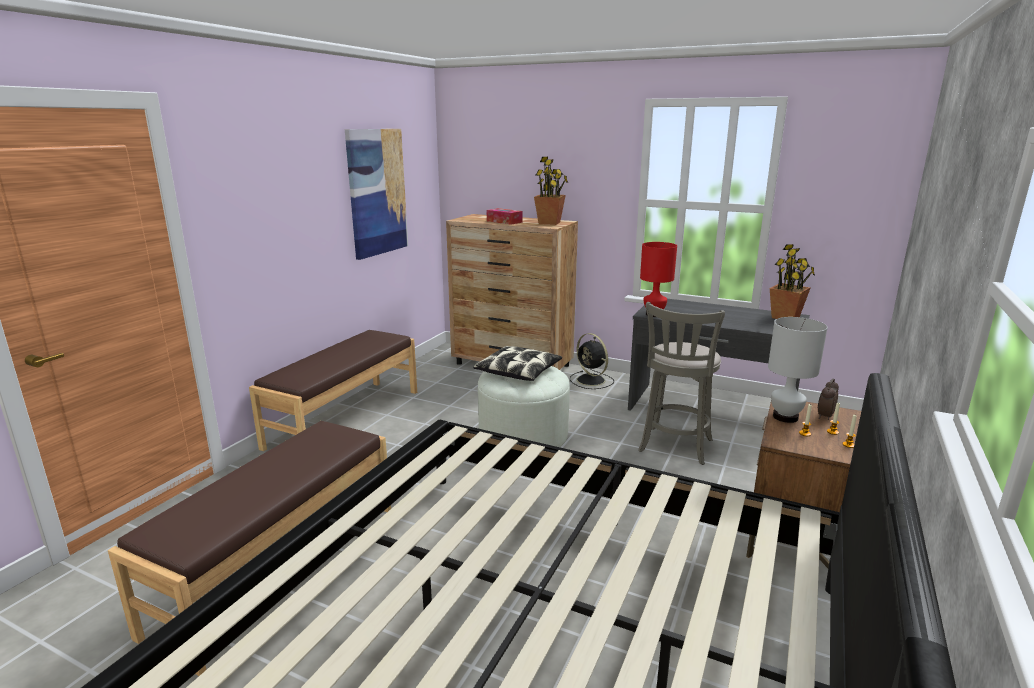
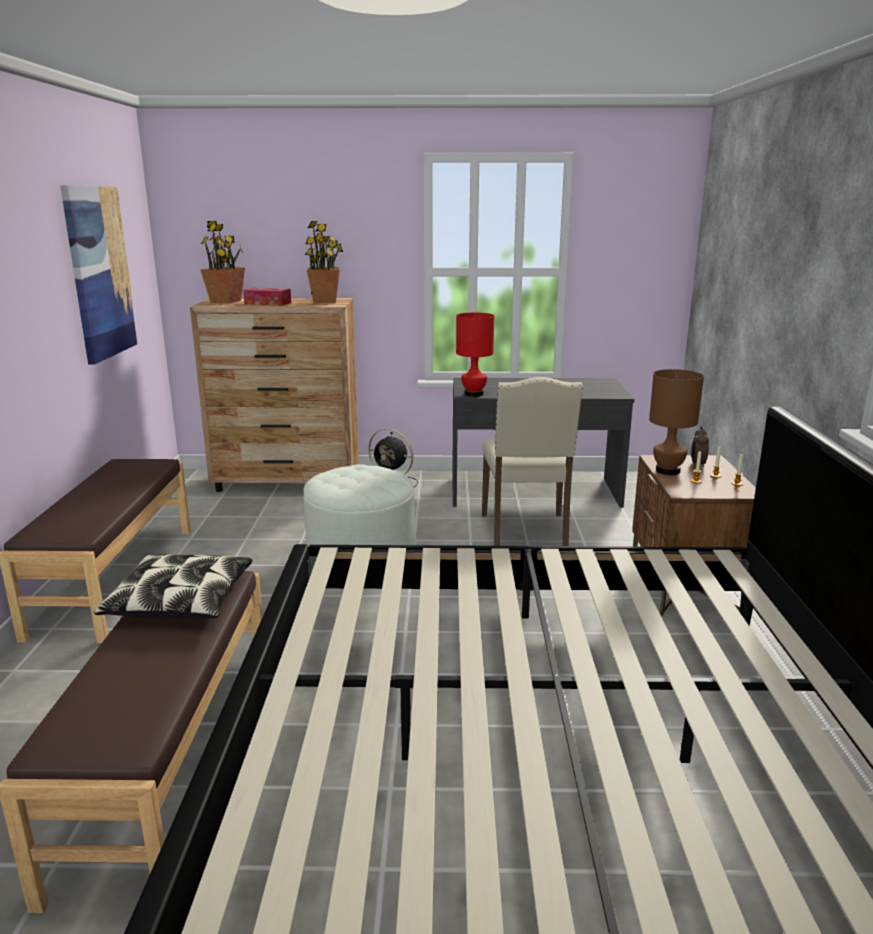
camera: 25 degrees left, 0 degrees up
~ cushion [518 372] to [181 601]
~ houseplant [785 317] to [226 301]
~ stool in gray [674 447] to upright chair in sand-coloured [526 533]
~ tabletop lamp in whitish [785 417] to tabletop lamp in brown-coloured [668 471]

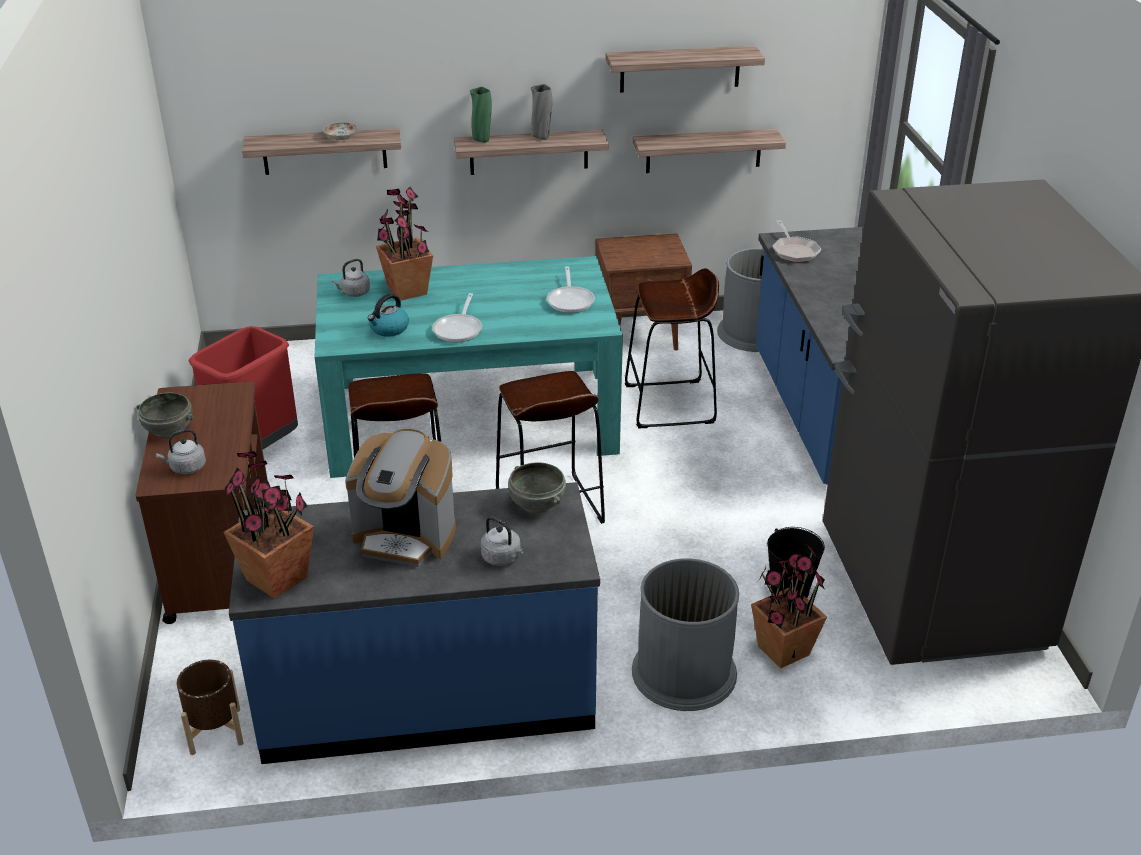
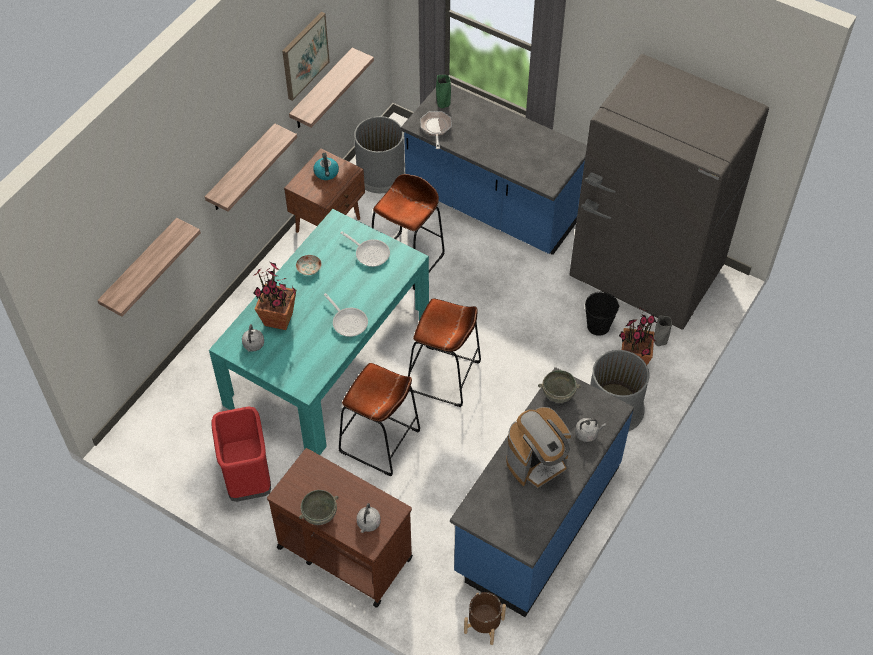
camera: 50 degrees left, 20 degrees up
~ bracket shelf [680 69] to wall art [304 55]
~ plate [341 137] to [309 268]
~ water kettle [389 329] to [326 173]
~ skillet [794 251] = [436 128] 120 degrees counterclockwise
~ flower vase in green-coloured [482 140] to [443 105]
~ flower vase in gray [541 137] to [659 342]
- houseplant [277 578]

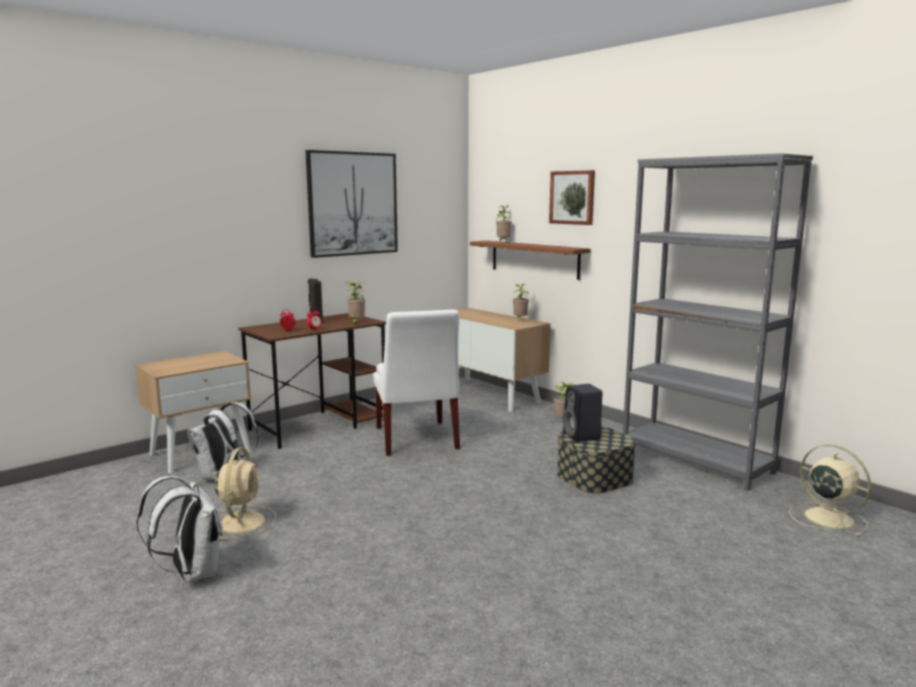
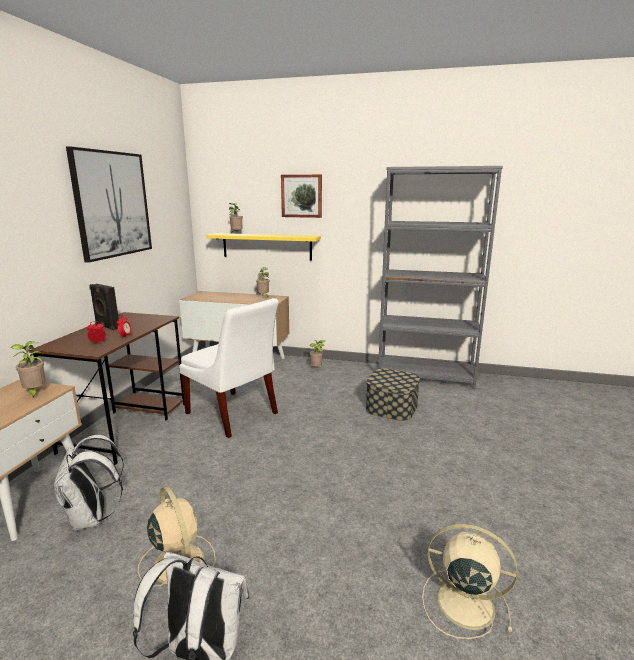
camera: 35 degrees left, 5 degrees up
~ houseplant [356 323] to [35 393]
~ bracket shelf in brown-coloured [534 259] to bracket shelf in yellow-coloured [266 246]
~ cooling fan in sand-coloured [826 517] to [462 603]
- audio speaker in black-coloured [582 436]

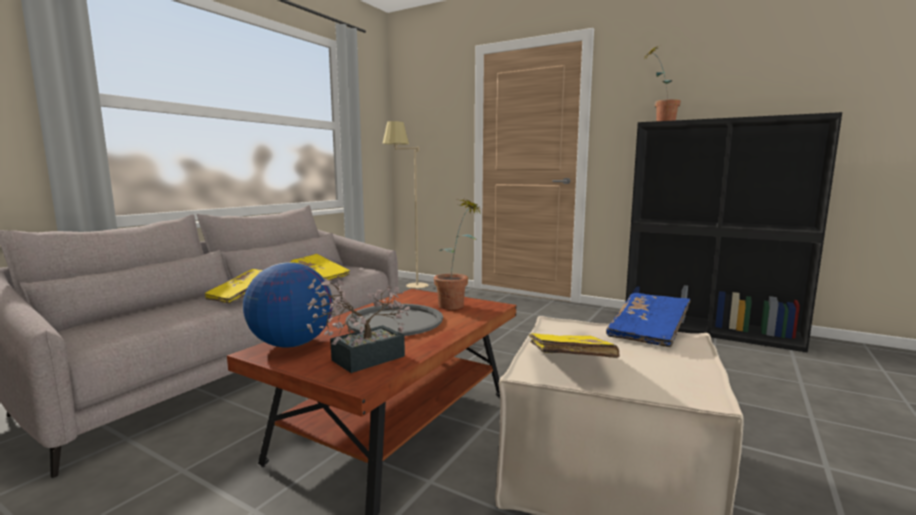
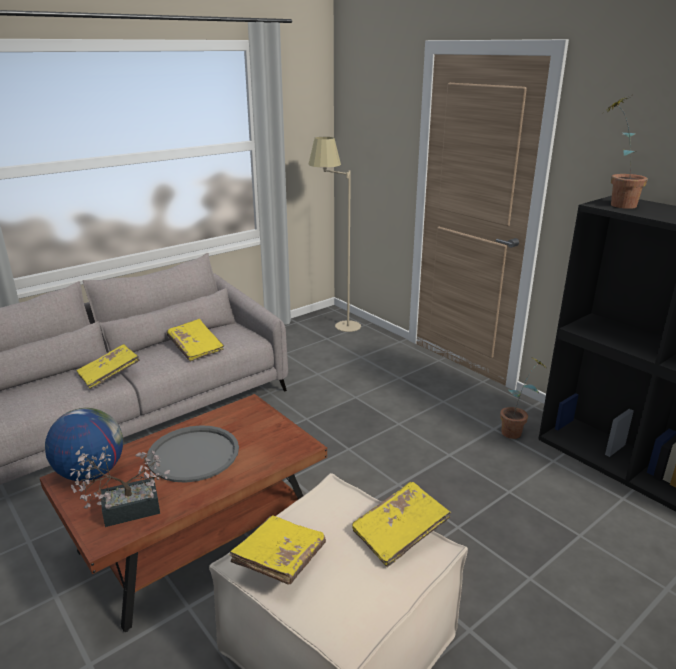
camera: 20 degrees right, 15 degrees up
~ book in bluish [648 332] to book in yellow-coloured [399 533]
~ houseplant [457 304] to [516 431]

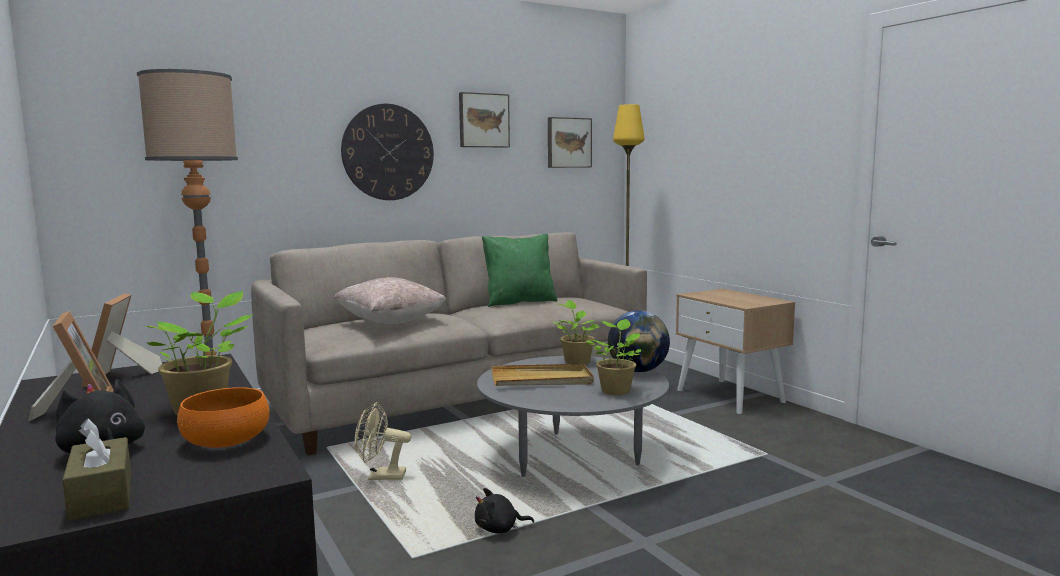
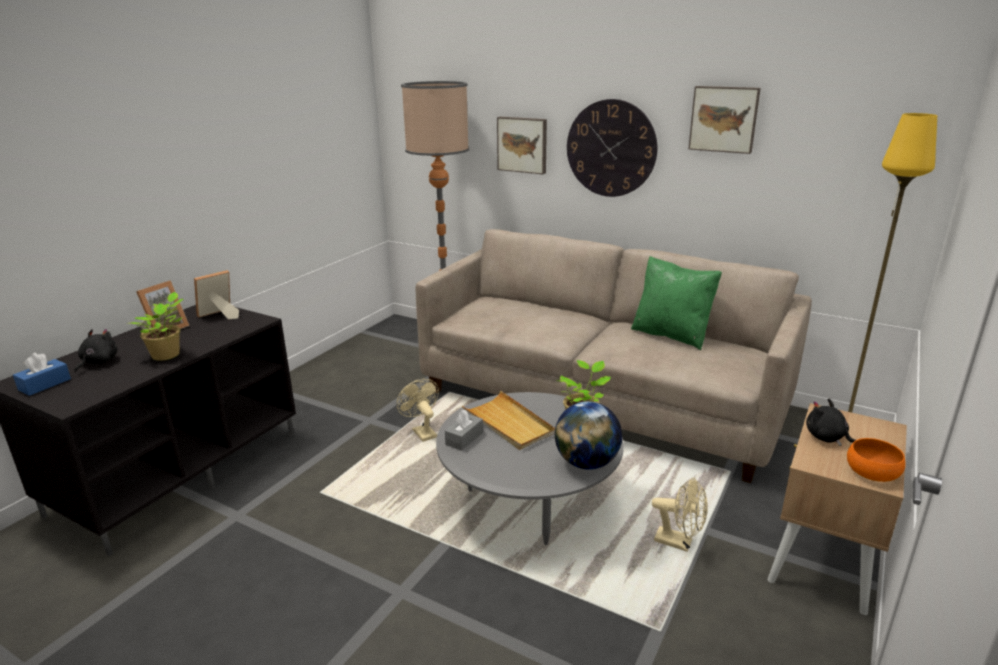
camera: 60 degrees right, 15 degrees up
~ tissue holder in brown-coloured [101 495] to tissue holder in bluish [45 384]
+ tissue holder in gray [464 438]
~ wall art [568 143] to [522 144]
+ cooling fan in sand-coloured [679 542]
~ cuddly toy in black-coloured [499 529] to [827 438]
~ bowl in orange [226 439] to [872 472]
- cushion in sand-coloured [390 322]
- houseplant [616 390]

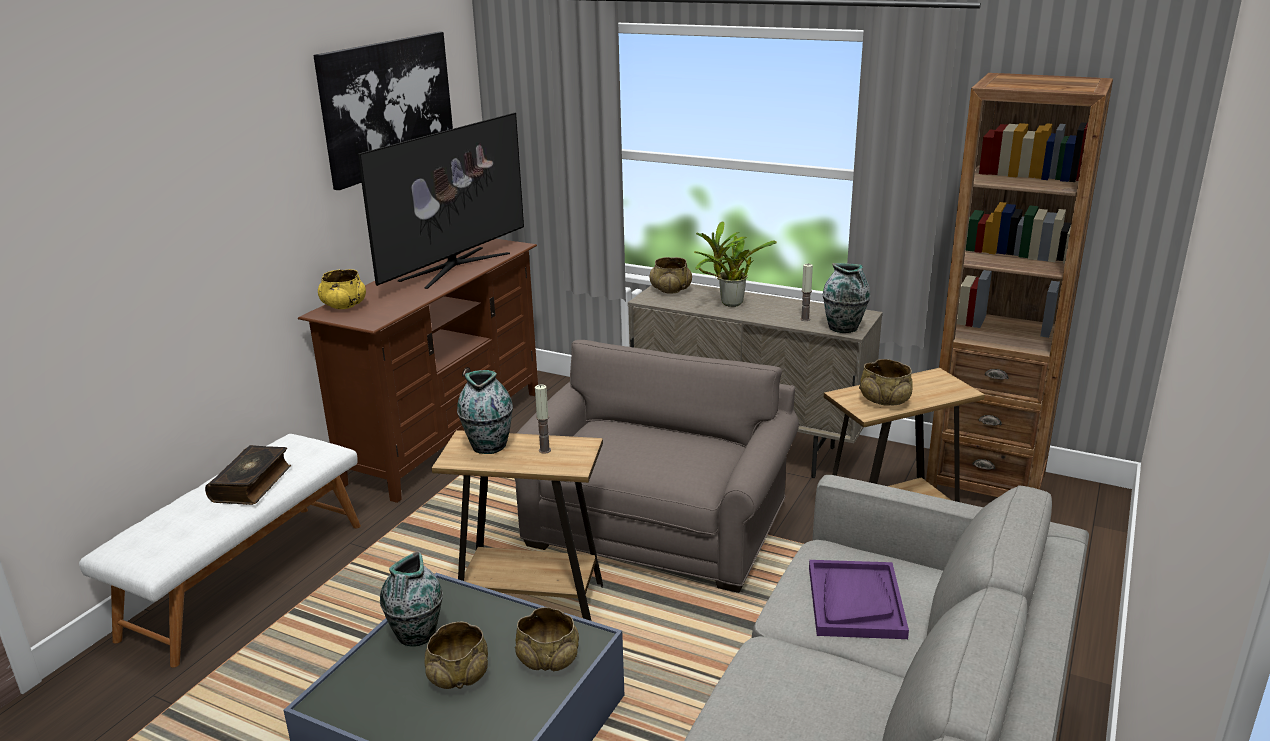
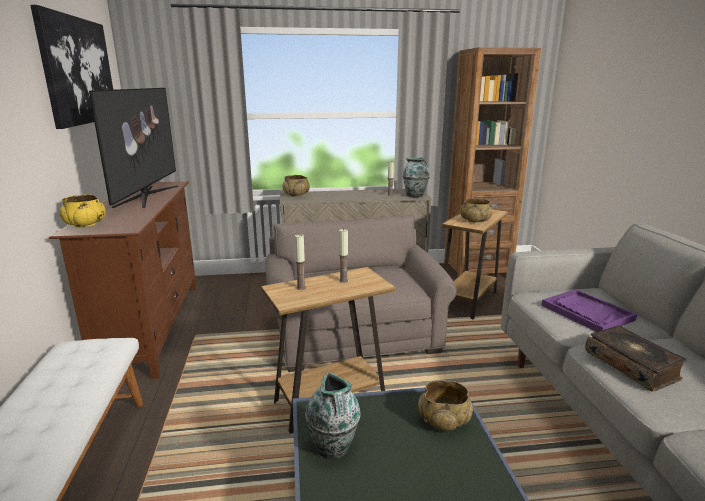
camera: 35 degrees left, 5 degrees down
~ flower vase [489 445] to wax candle [301 288]
~ book [252 484] to [632 365]
- bowl in sand-coloured [459 675]
- houseplant [728 304]

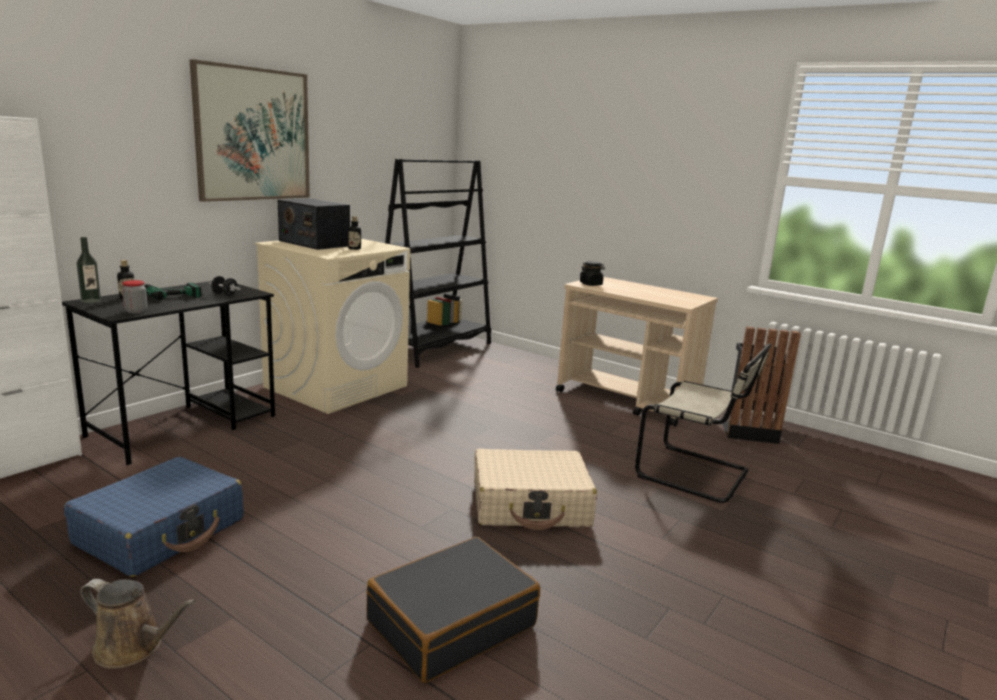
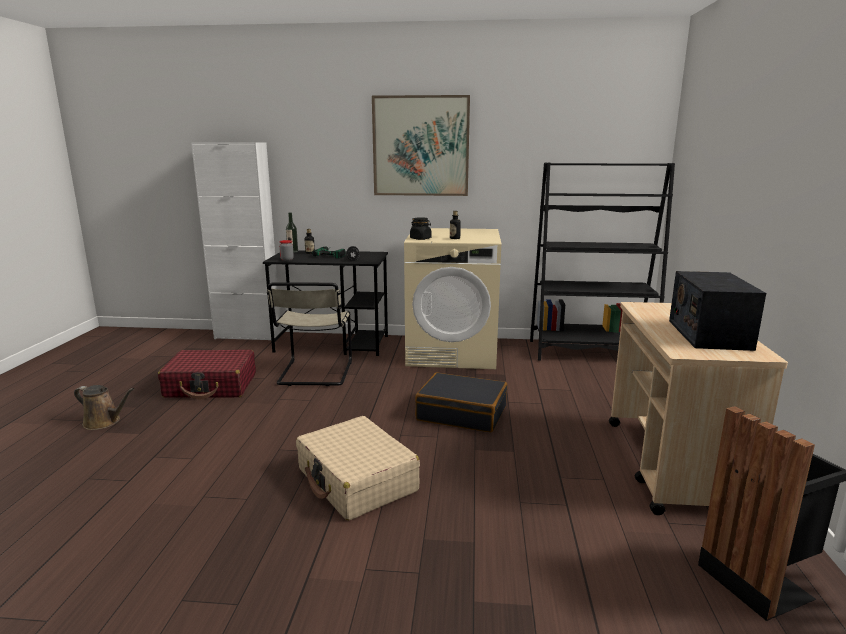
camera: 60 degrees right, 0 degrees up
~ sprinkling can in brown-coloured [133 647] = [104 422] 60 degrees counterclockwise
~ travel case in bluish [161 531] to travel case in red [211 386]
~ upright chair in sand-coloured [697 475] to [315 374]
~ storage jar in black-coloured [591 284] to [420 238]
~ travel case in black-coloured [451 623] to [462 413]
~ radio [314 243] to [708 334]

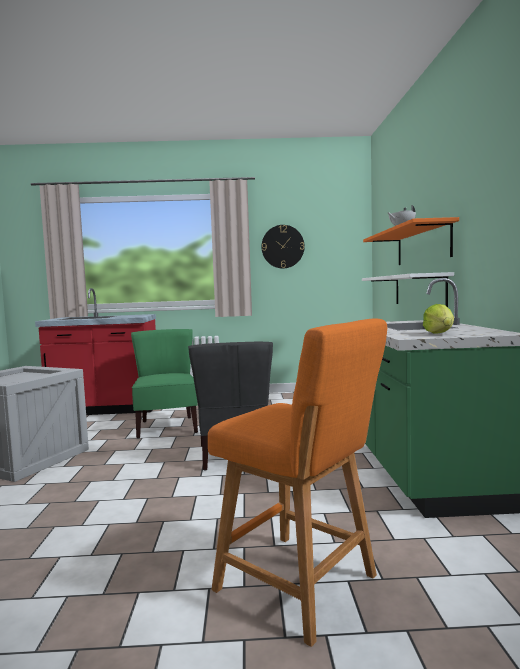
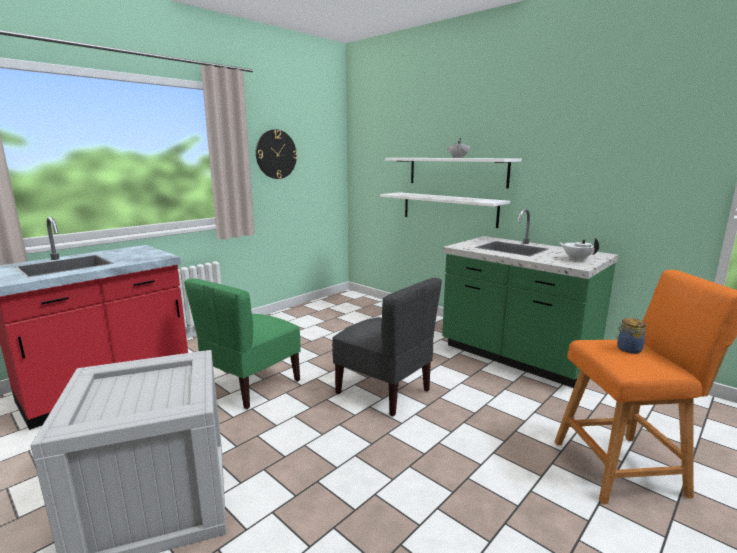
camera: 45 degrees left, 10 degrees up
~ upright chair in green-coloured [167 427] = [251 385] 90 degrees counterclockwise
~ bracket shelf in orange [422 245] to bracket shelf in whitish [456 171]
~ lettuce head [440 334] to pot for tea in whitish [576 259]
+ storage jar [628 349]

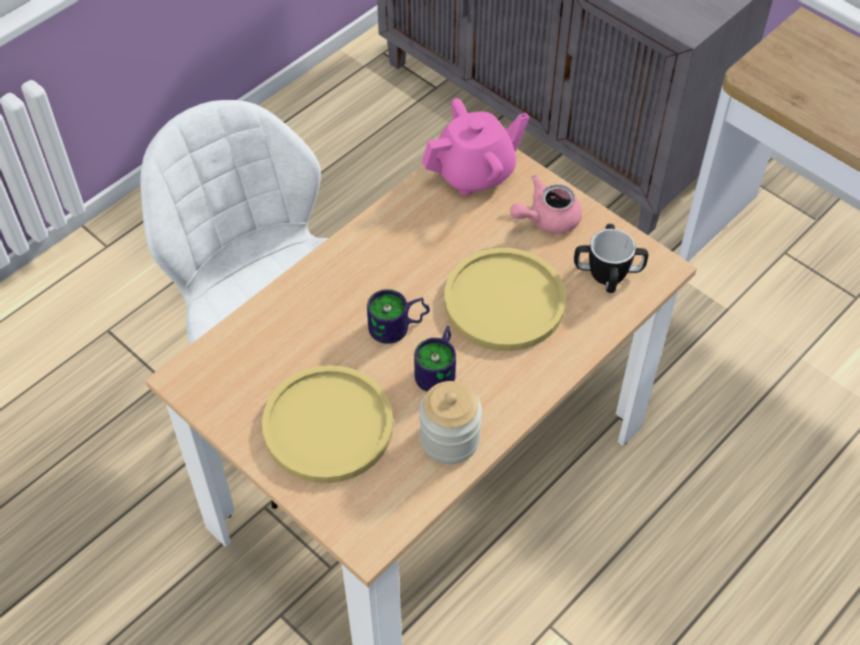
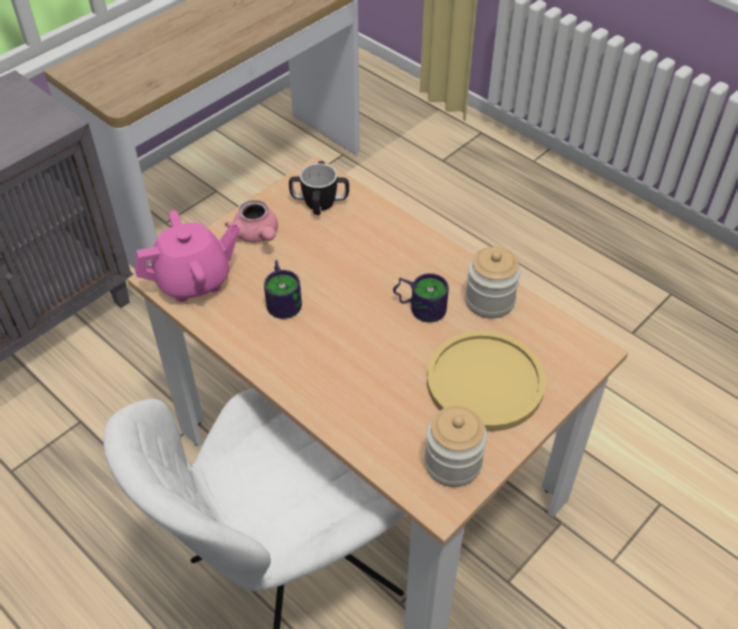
camera: 90 degrees left, 5 degrees down
~ pot for tea in pinkish [475 173] = [194 280] 90 degrees clockwise
~ mug [399 328] to [284 299]
+ storage jar [452 463]
- plate in yellow-coloured [504 301]

